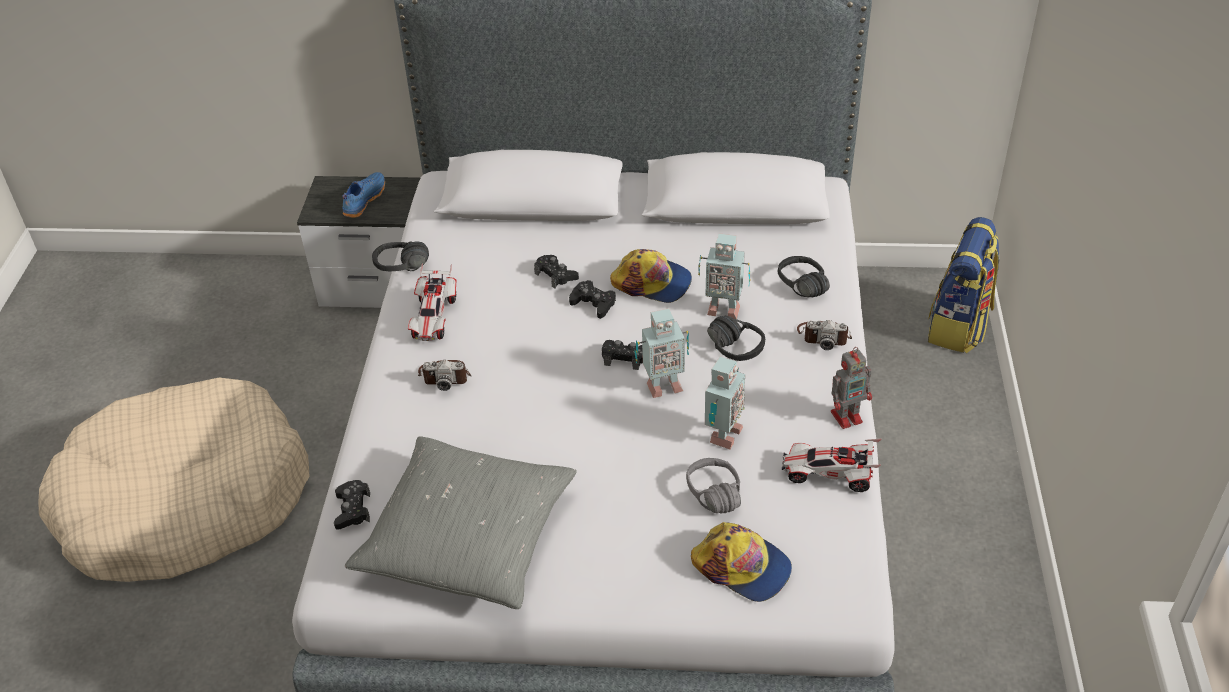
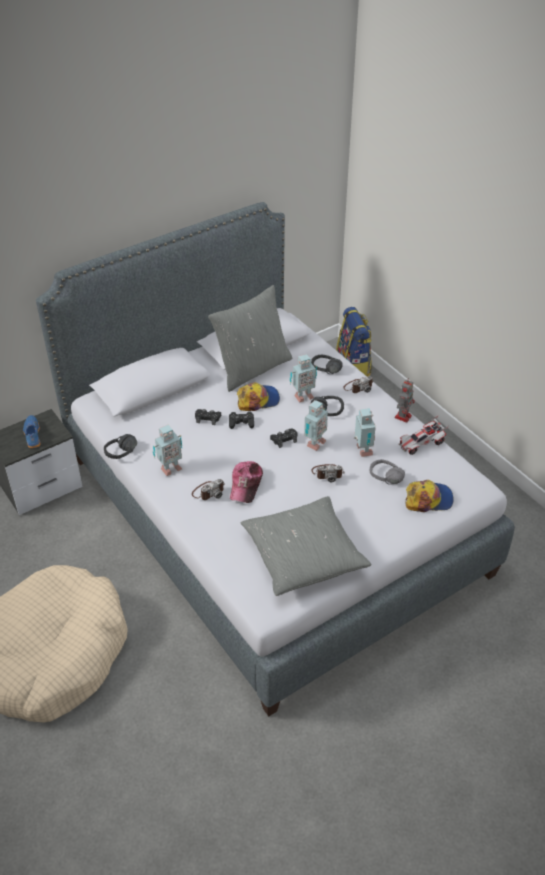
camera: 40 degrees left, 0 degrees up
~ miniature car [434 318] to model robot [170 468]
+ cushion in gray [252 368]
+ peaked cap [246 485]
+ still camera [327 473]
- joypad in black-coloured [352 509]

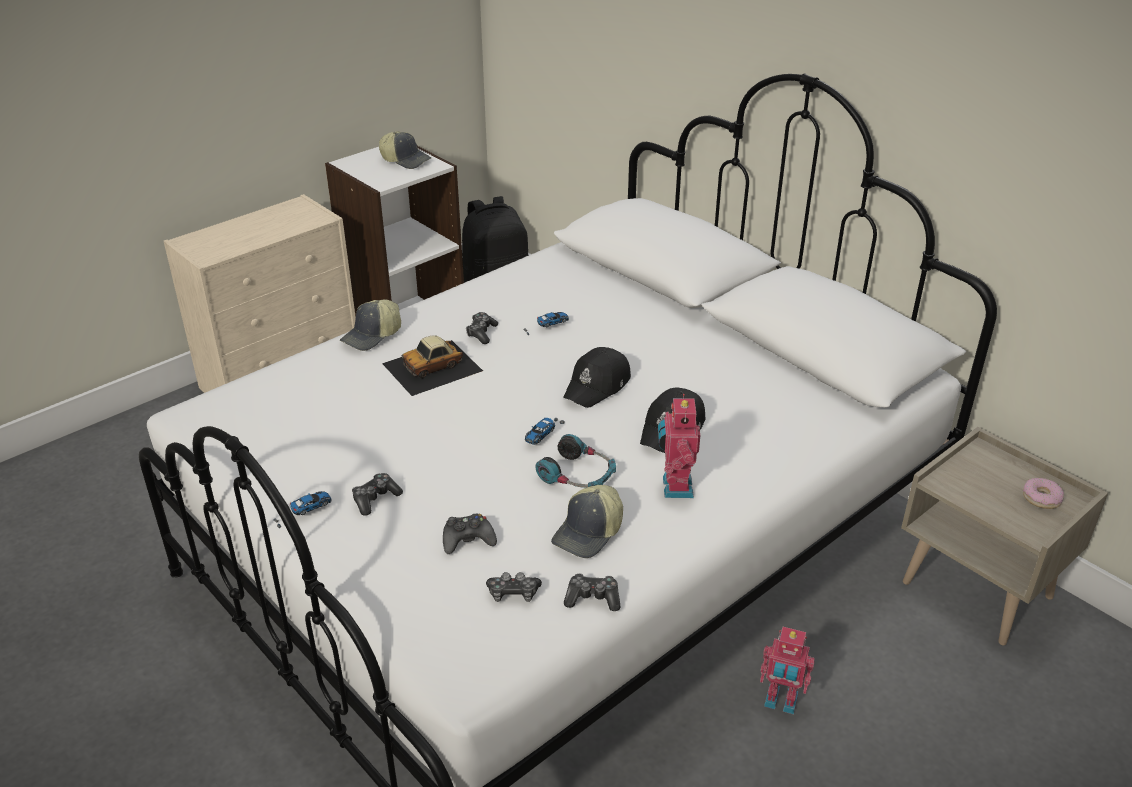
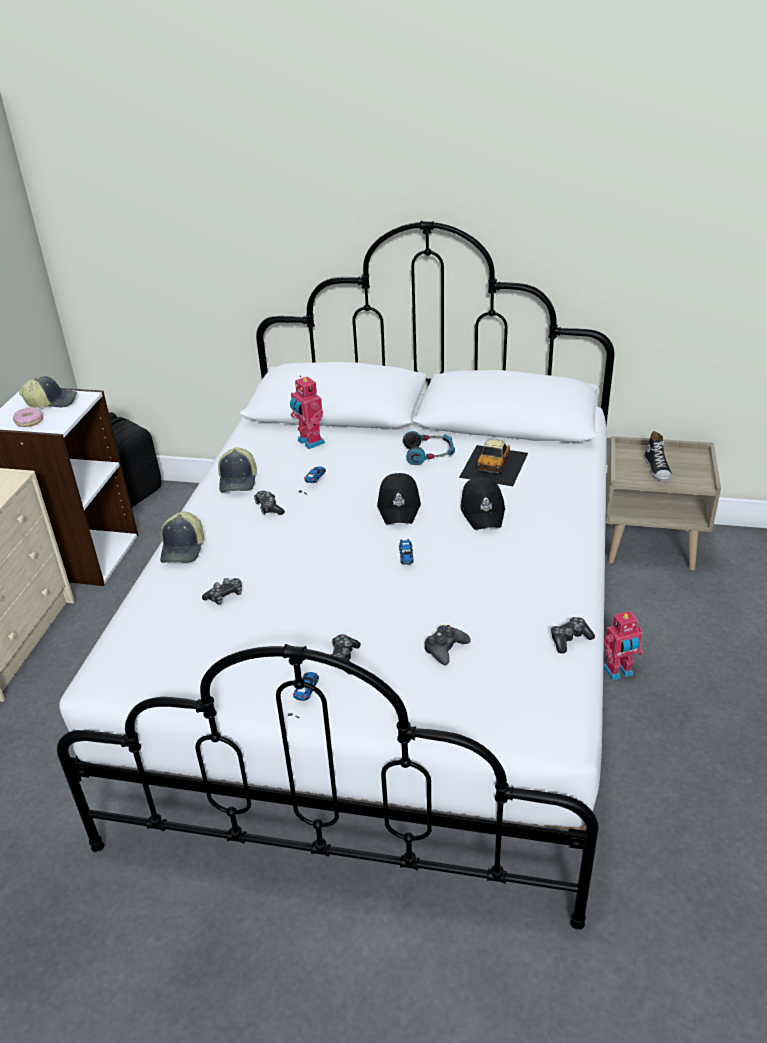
camera: 35 degrees left, 0 degrees up
~ ring doughnut [1041 498] to [29 421]
~ joypad [513 593] to [225 596]
~ peaked cap [589 533] to [239 480]
~ model robot [675 487] to [309 442]
~ pair of headphones [578 475] to [429 454]
~ miniature car [433 367] to [494 464]
+ item of footwear [657 469]

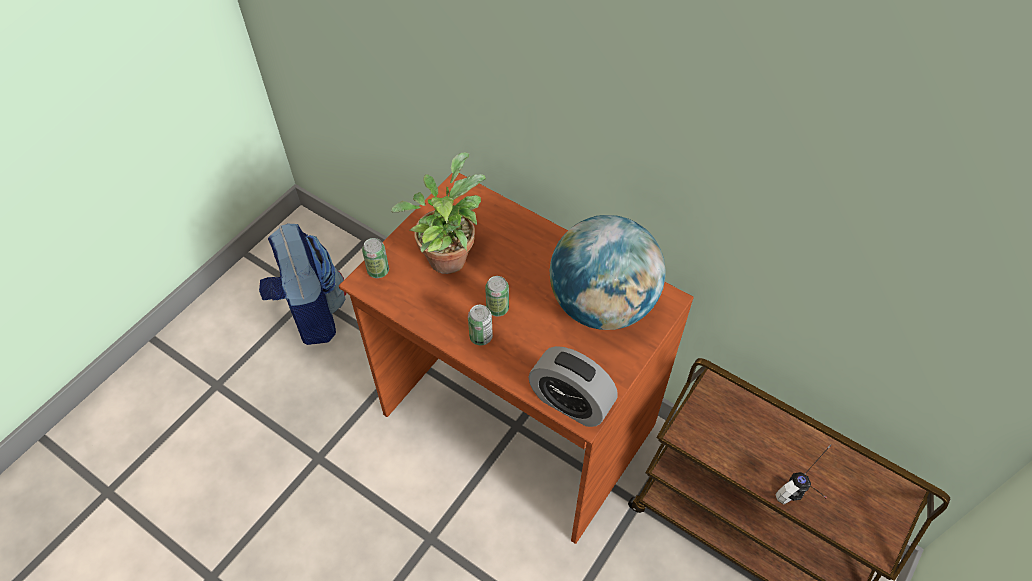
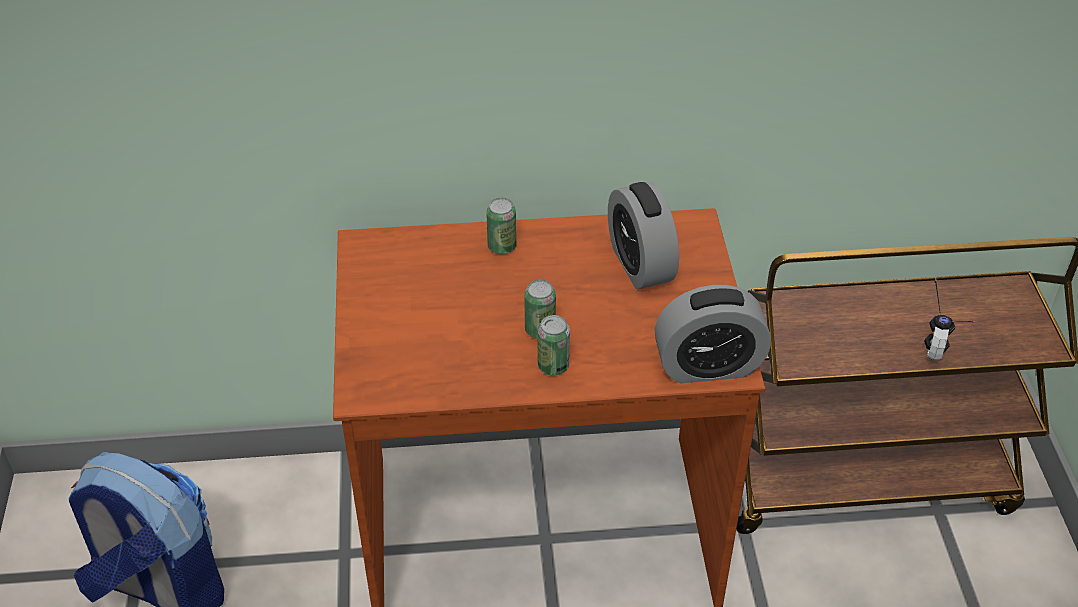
camera: 40 degrees left, 10 degrees down
~ metal can [378 271] to [502 247]
~ globe [602 305] to table clock [640 264]
- houseplant [447 255]

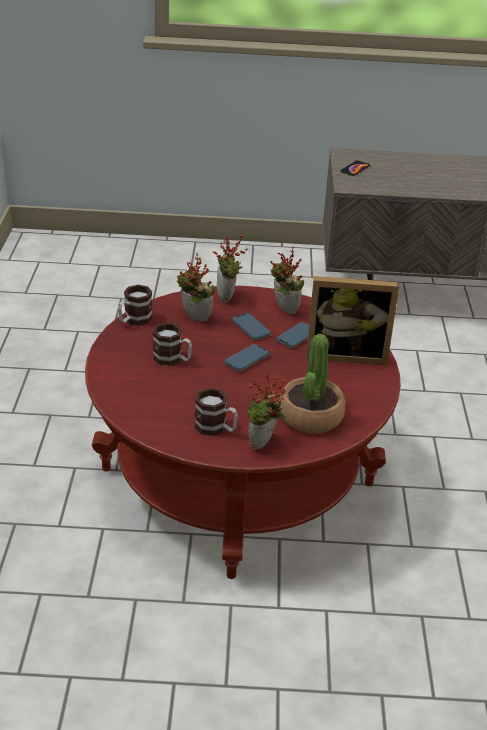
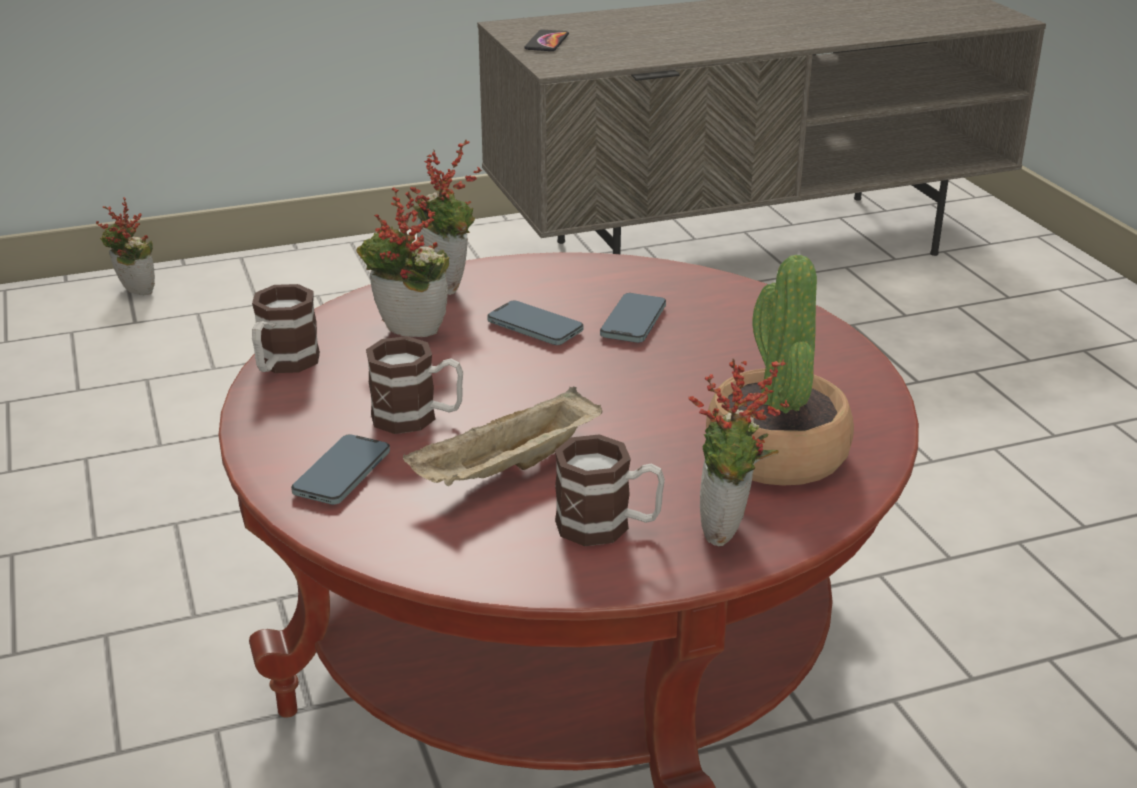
camera: 20 degrees left, 5 degrees down
~ houseplant [283 309] to [133 292]
~ telephone [246 360] to [342 474]
+ serving tray in sand-coloured [507 470]
- picture frame [346 354]

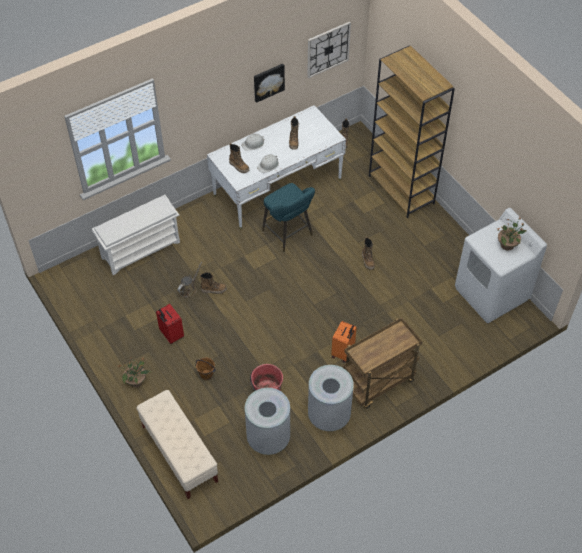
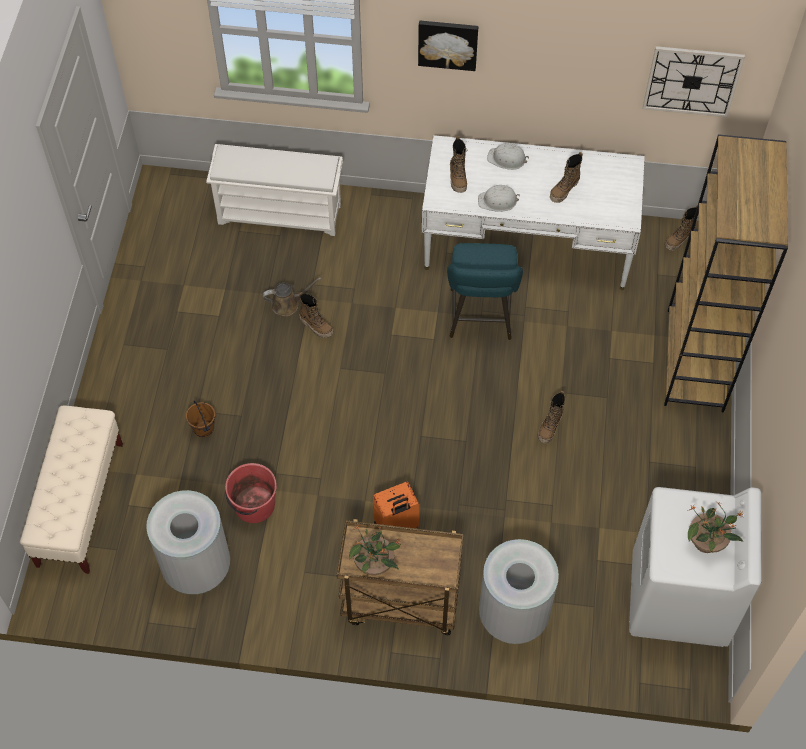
camera: 40 degrees right, 5 degrees up
~ houseplant [136 381] to [375 564]
~ wall art [268 82] to [448 43]
~ trash can in gray [329 416] to [513 615]
- travel case in red [171 335]

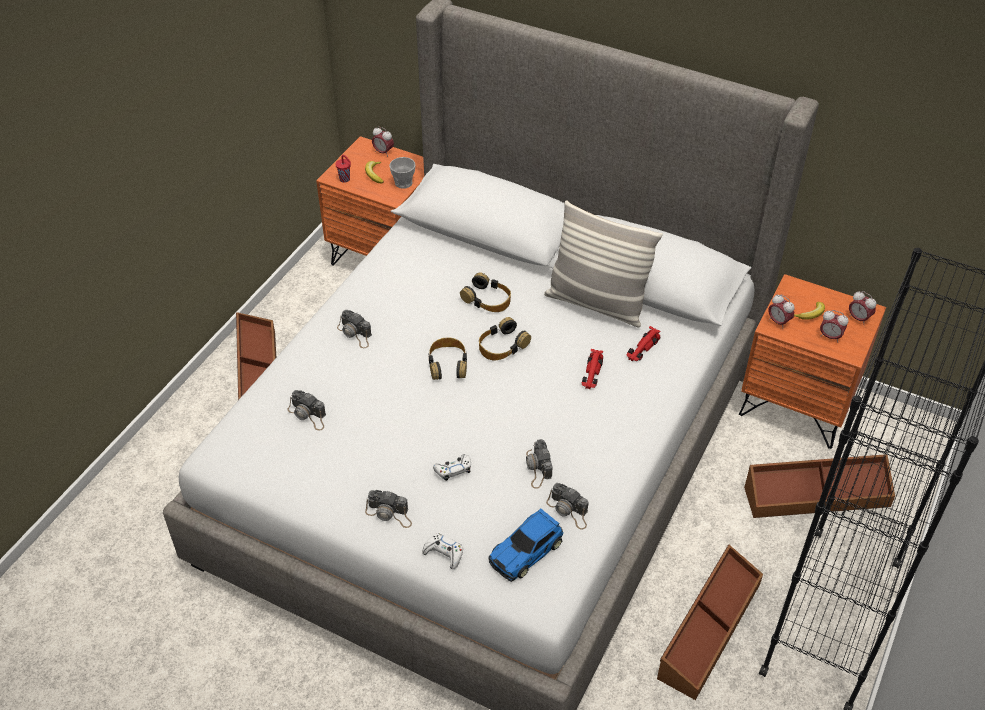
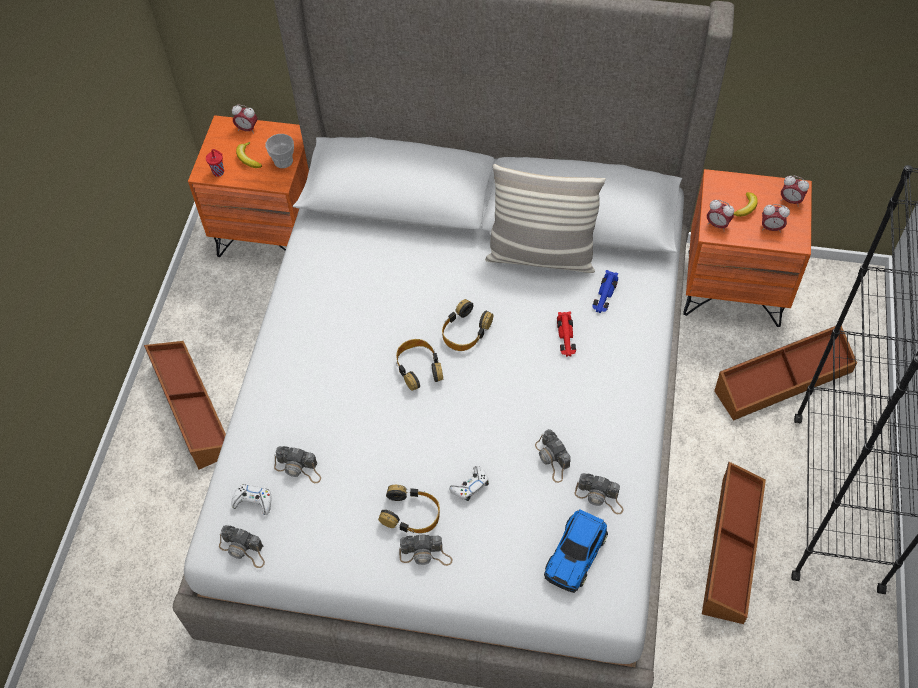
camera: 15 degrees left, 10 degrees up
~ still camera [355 333] to [243 549]
~ joypad in whitish [444 553] to [253 501]
~ pair of headphones [487 299] to [411 514]
~ miniature car in red [642 348] to miniature car in bluish [604 295]

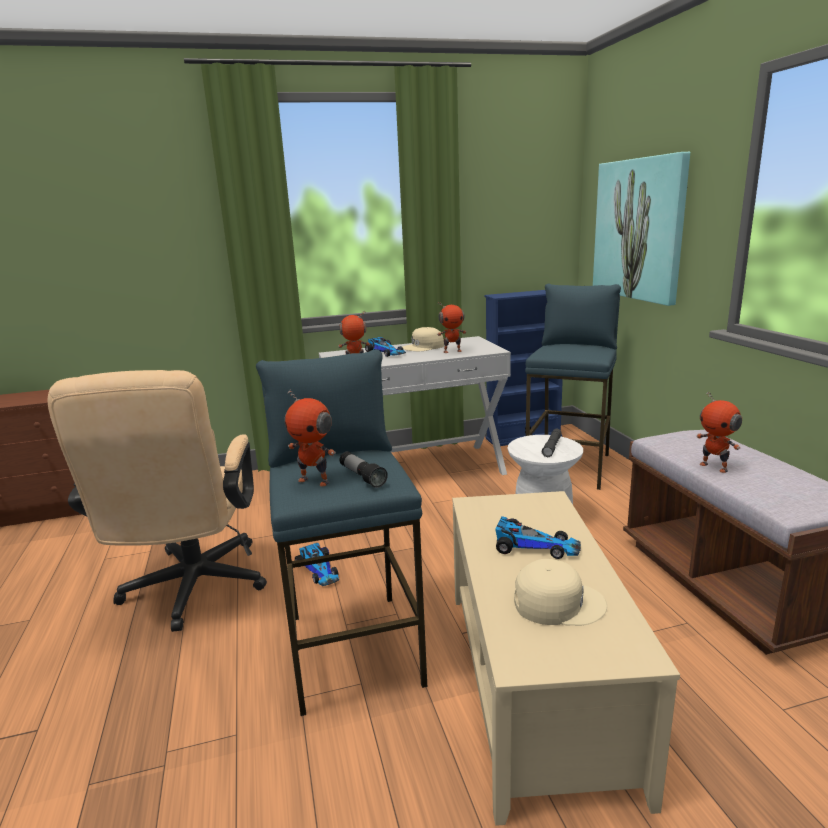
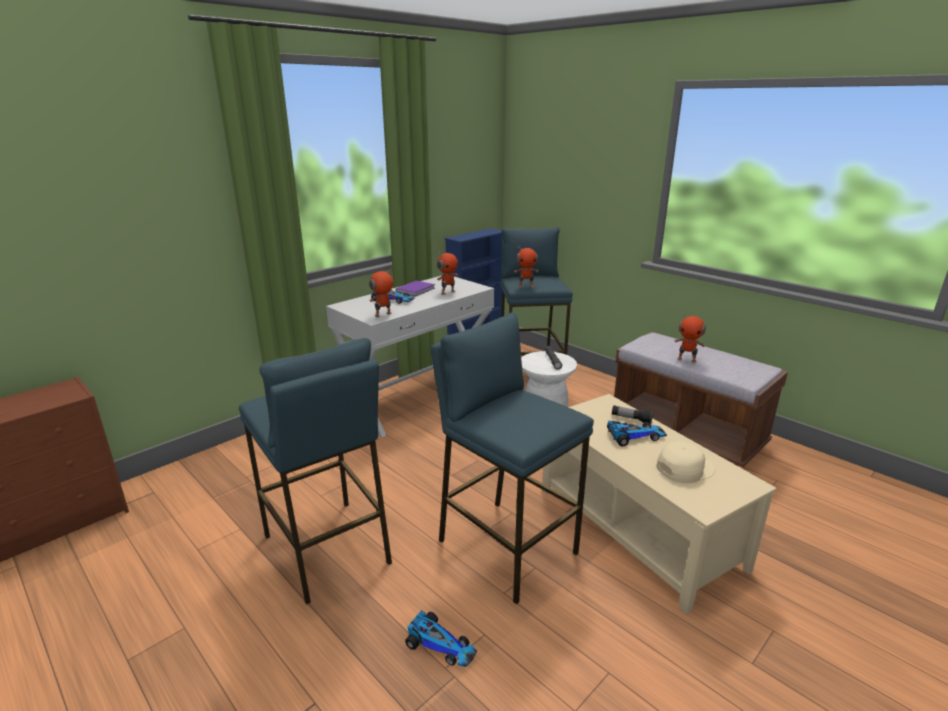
camera: 30 degrees left, 5 degrees up
~ office chair in sand-coloured [192 591] to stool in bluish [327 549]
~ peaked cap in sand-coloured [423 347] to book in purplish [416 290]
~ miniature car [319 570] to [440 644]
~ model robot [315 481] to [526 286]
~ flashlight [362 477] to [631 419]
- wall art [639 229]

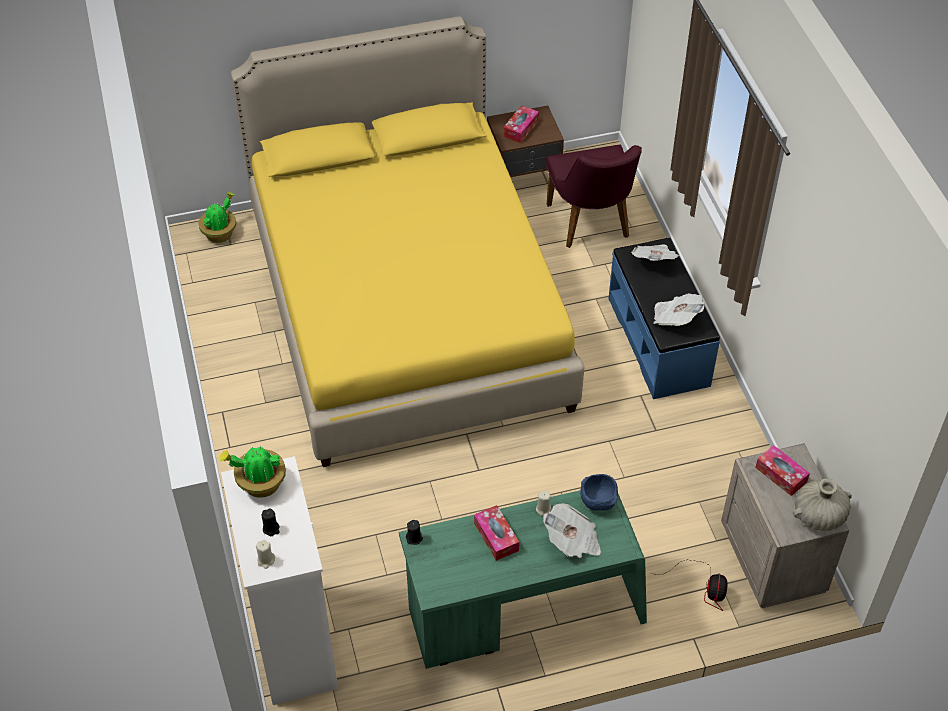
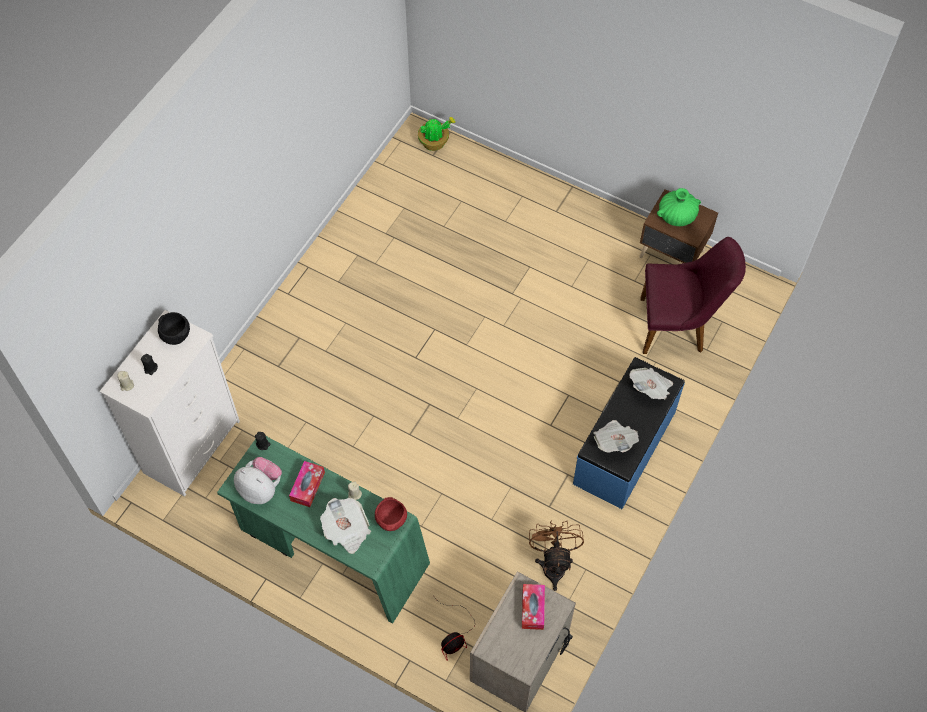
camera: 45 degrees right, 10 degrees up
~ houseplant [260 484] to bowl in black-coloured [175 335]
+ cuddly toy [261 489]
~ bowl in bluish [599 502] to bowl in red [391 521]
+ cooling fan in brown-coloured [553 563]
~ upright chair in purplish [591 226] = [679 326] 120 degrees counterclockwise
~ tissue holder [520 129] to flower vase in green-coloured [677 216]
- bedroom bed in yellow-coloured [406 307]
- flower vase in sand-coloured [819 516]

